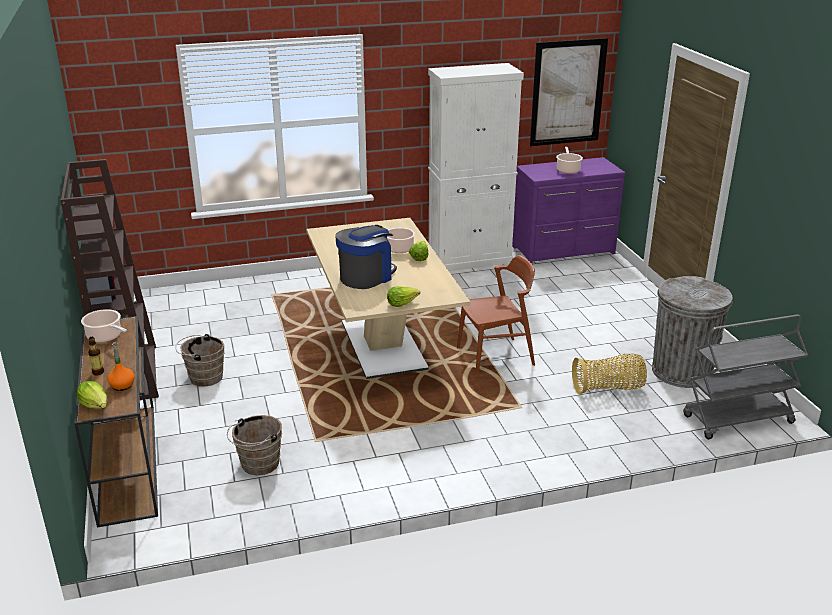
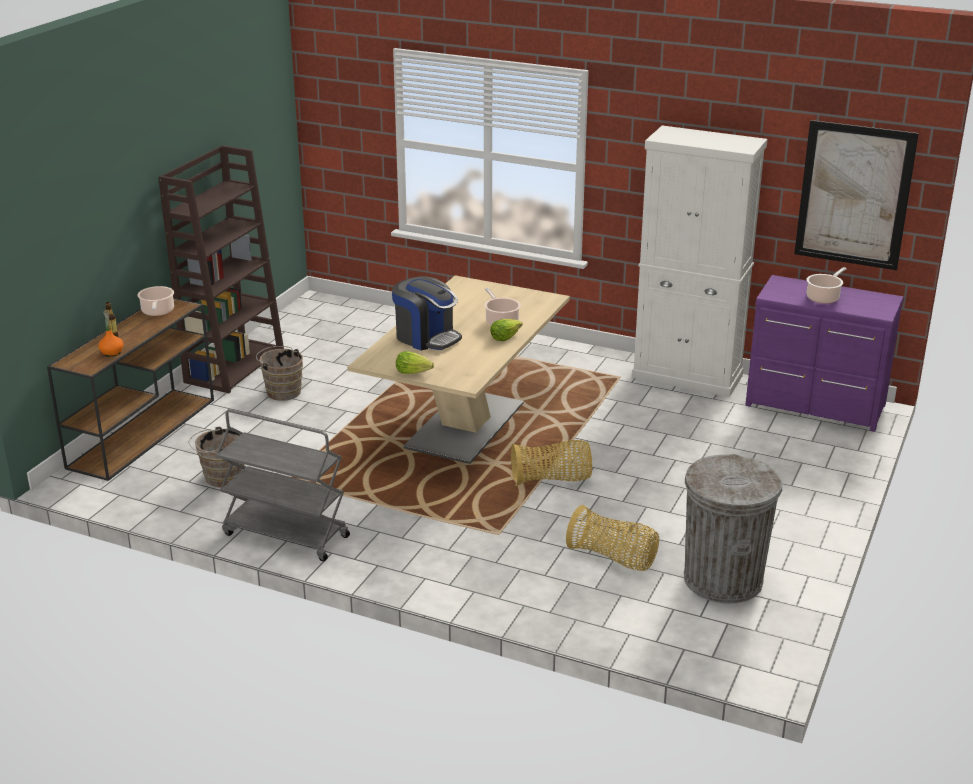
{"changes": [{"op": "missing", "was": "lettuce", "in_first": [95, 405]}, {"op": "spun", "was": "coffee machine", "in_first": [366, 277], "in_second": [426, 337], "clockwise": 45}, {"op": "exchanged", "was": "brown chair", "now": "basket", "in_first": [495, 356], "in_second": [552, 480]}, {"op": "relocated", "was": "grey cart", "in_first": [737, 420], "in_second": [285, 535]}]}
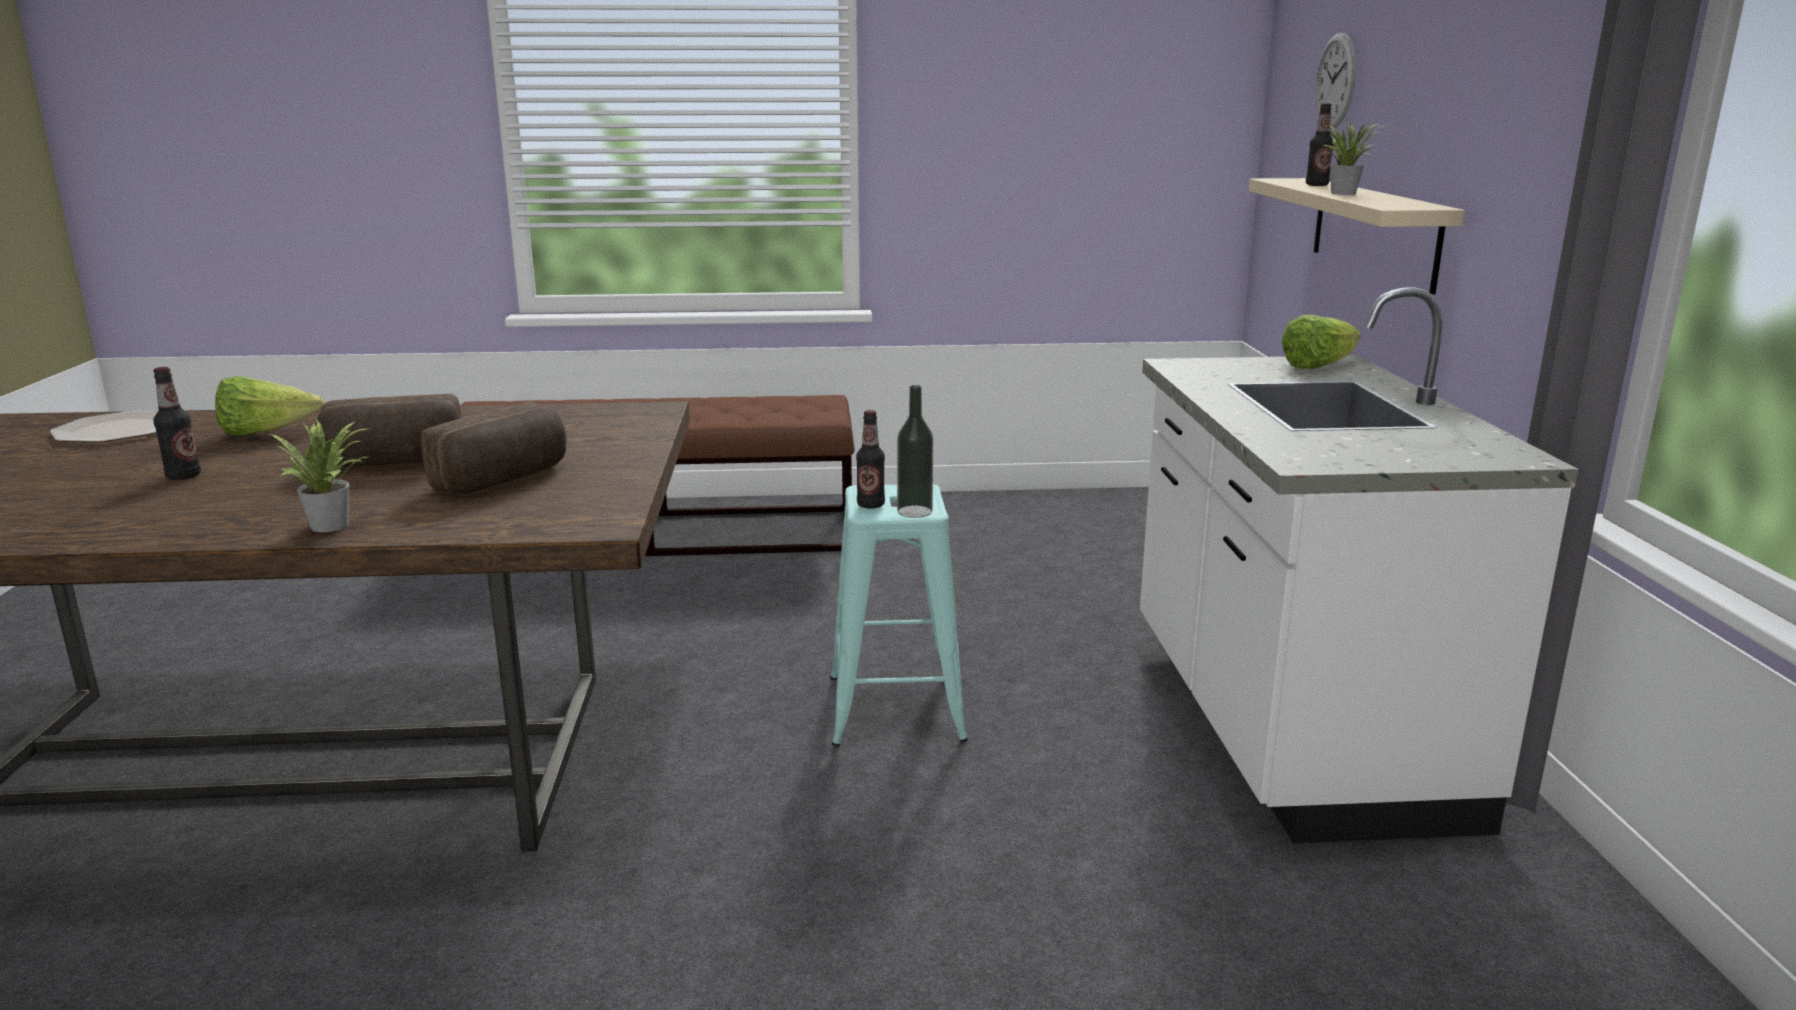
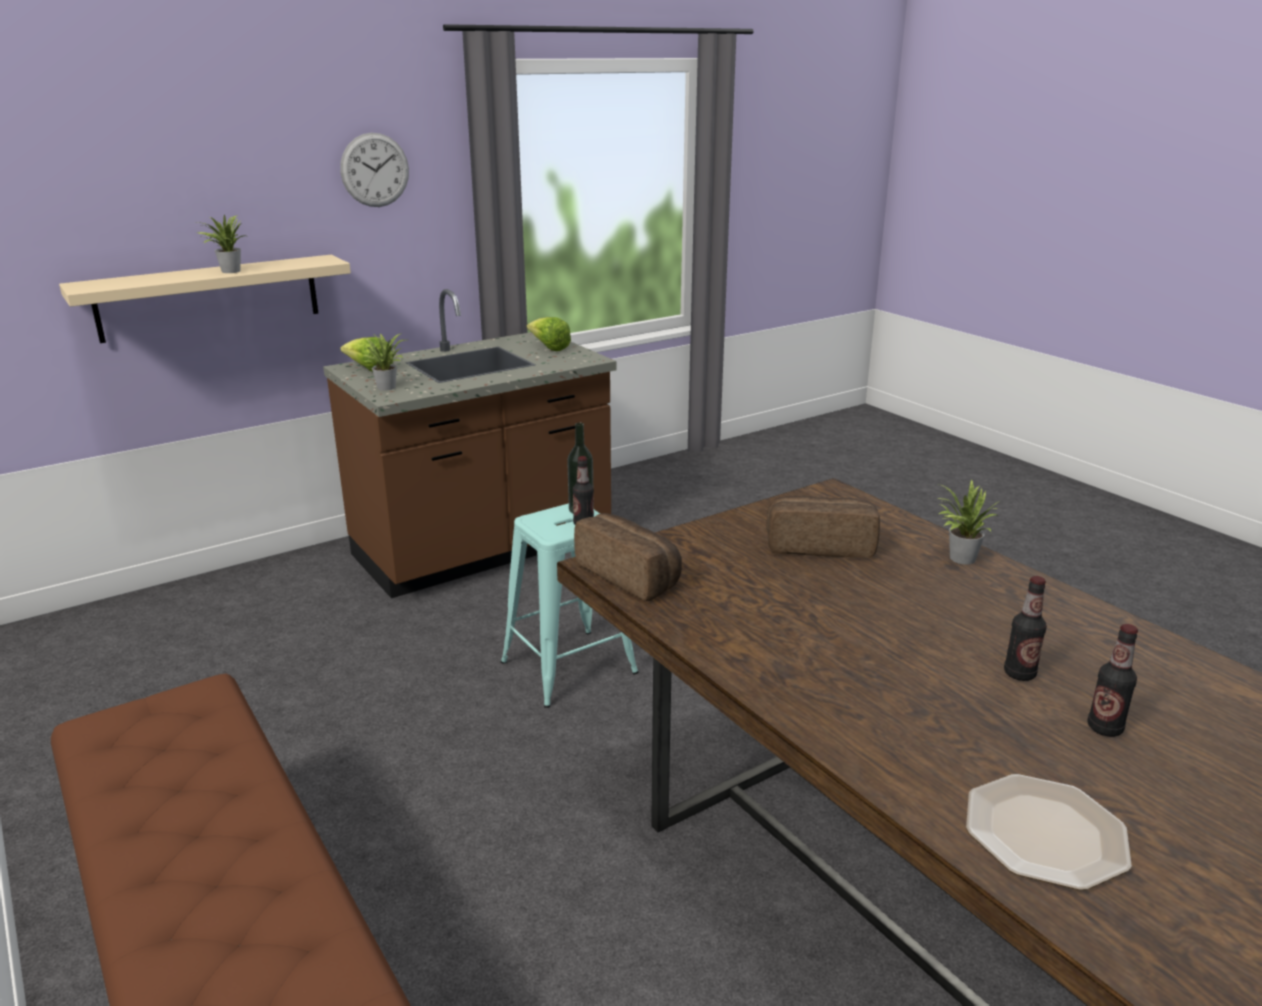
{"changes": [{"op": "relocated", "was": "lettuce", "in_first": [266, 433], "in_second": [549, 348]}, {"op": "relocated", "was": "bread", "in_first": [394, 462], "in_second": [631, 575]}, {"op": "colour", "was": "white counter", "now": "brown counter", "in_first": [1286, 724], "in_second": [484, 549]}, {"op": "relocated", "was": "bottle", "in_first": [1317, 185], "in_second": [1104, 728]}, {"op": "relocated", "was": "wall clock", "in_first": [1336, 81], "in_second": [375, 170]}, {"op": "appeared", "now": "potted plant", "in_second": [387, 386]}]}
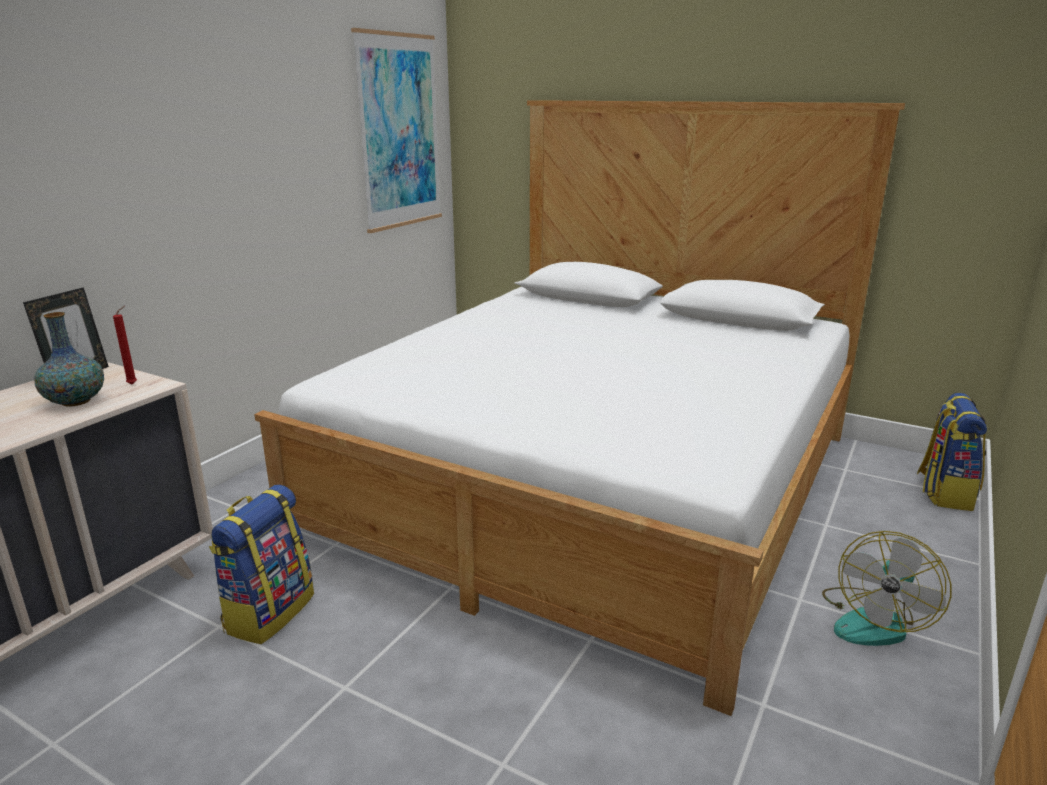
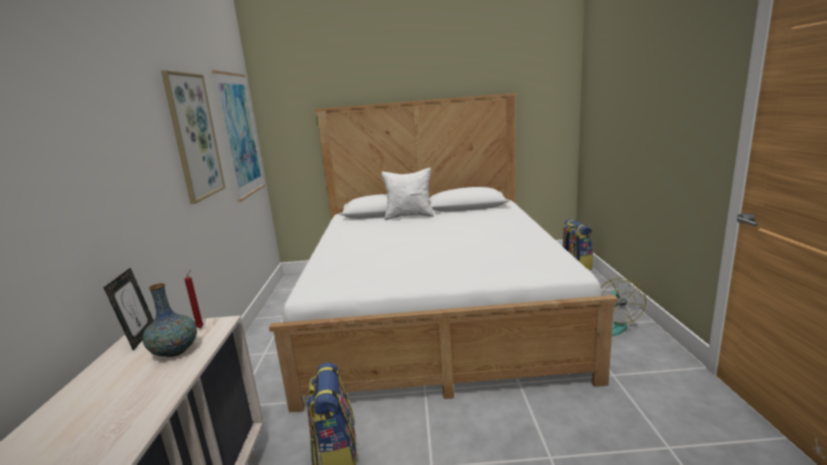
{"changes": [{"op": "appeared", "now": "picture", "in_second": [194, 136]}, {"op": "appeared", "now": "white pillow", "in_second": [409, 216]}]}
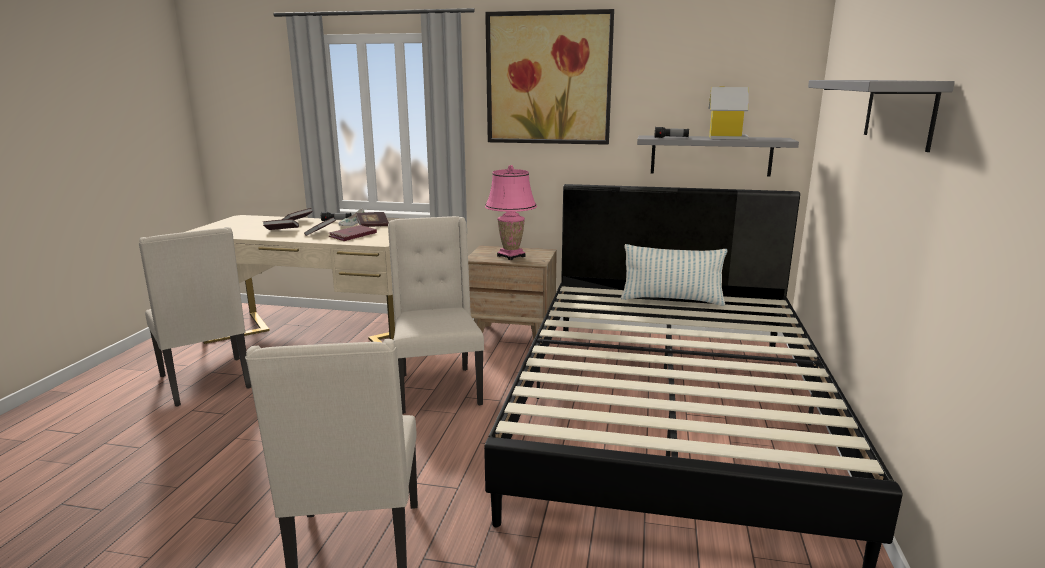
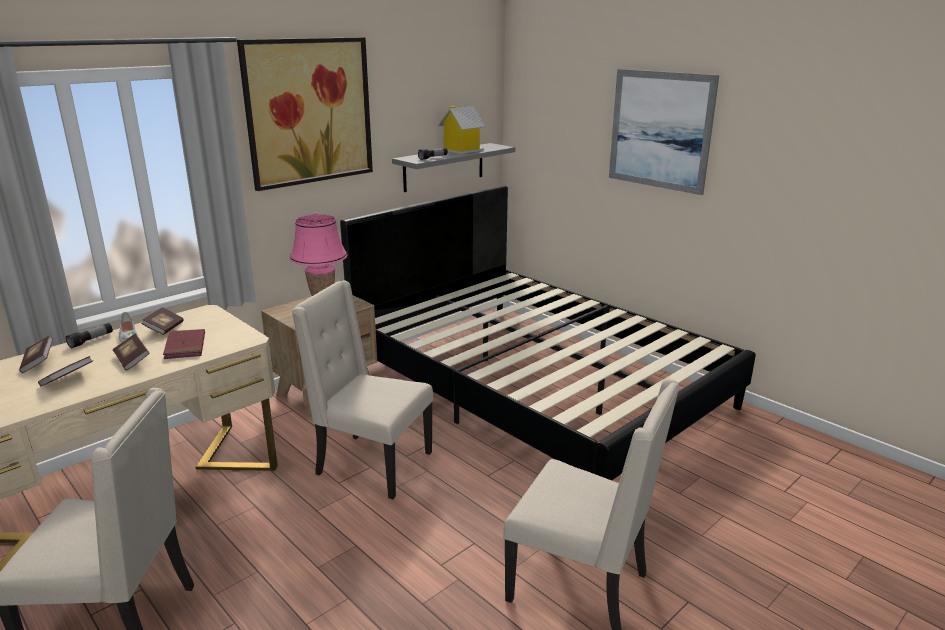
{"changes": [{"op": "missing", "was": "pillow", "in_first": [671, 300]}, {"op": "exchanged", "was": "grey shelf", "now": "picture", "in_first": [898, 111], "in_second": [660, 130]}]}
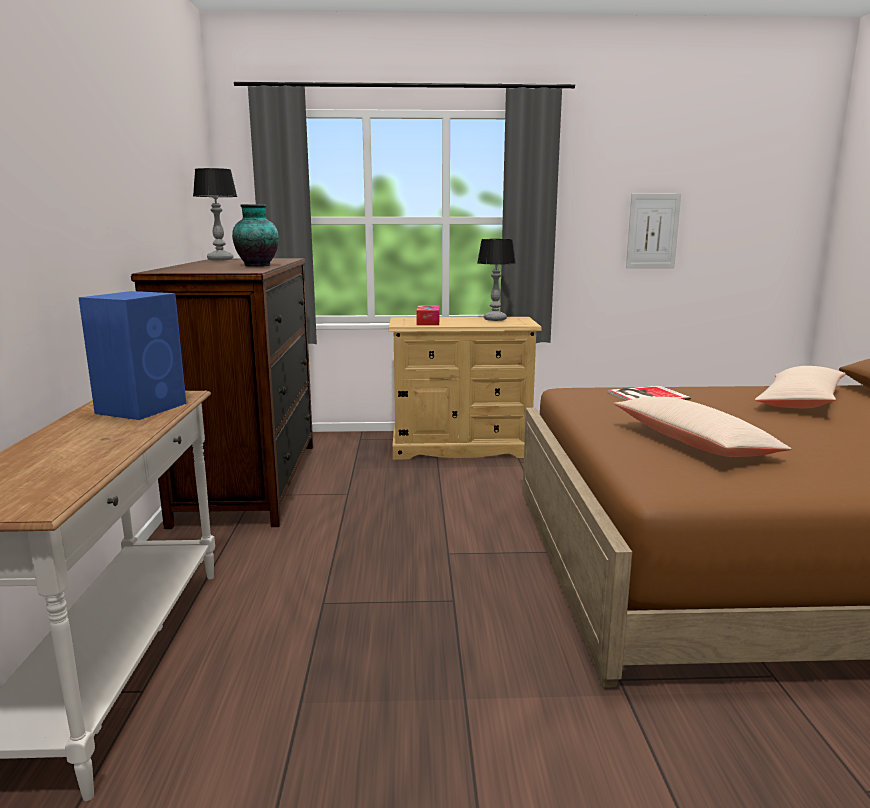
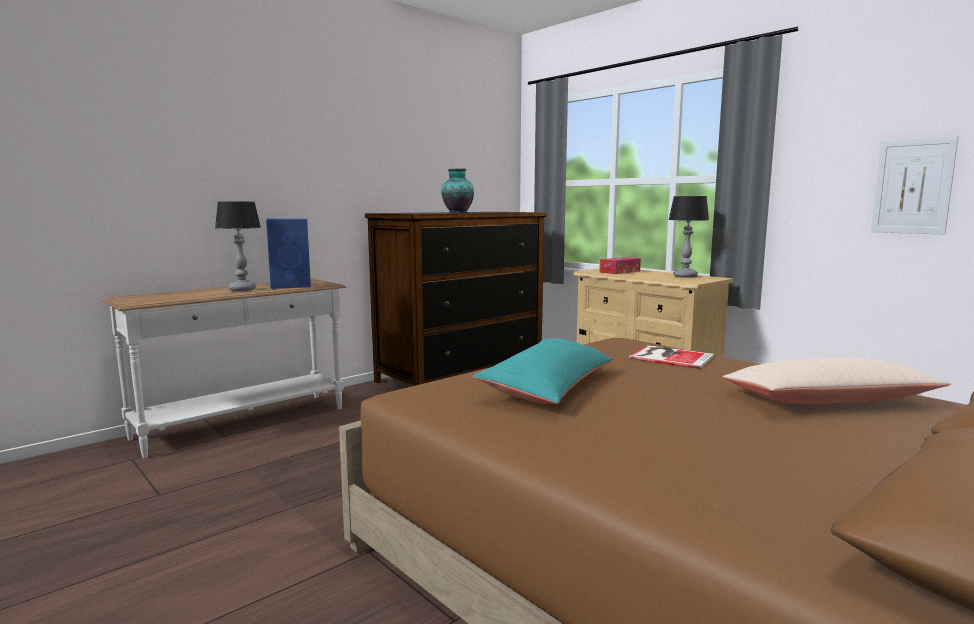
{"changes": [{"op": "relocated", "was": "table lamp", "in_first": [220, 259], "in_second": [242, 289]}, {"op": "colour", "was": "beige pillow", "now": "turquoise pillow", "in_first": [693, 443], "in_second": [548, 386]}]}
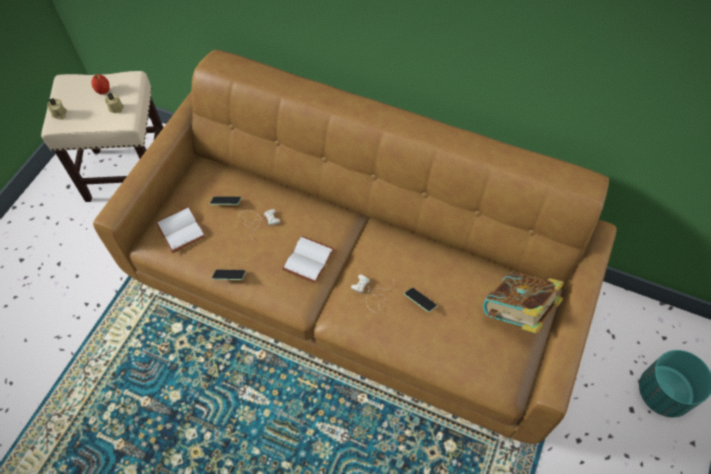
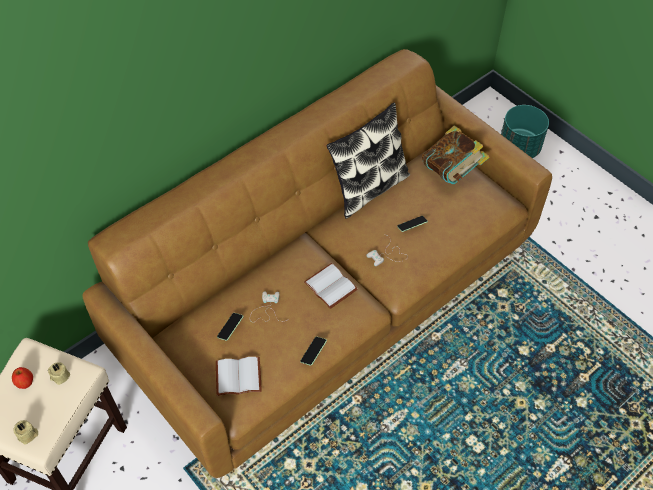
{"changes": [{"op": "appeared", "now": "pillow", "in_second": [368, 188]}]}
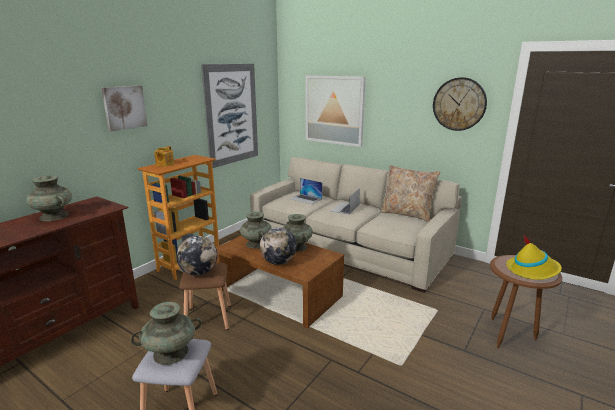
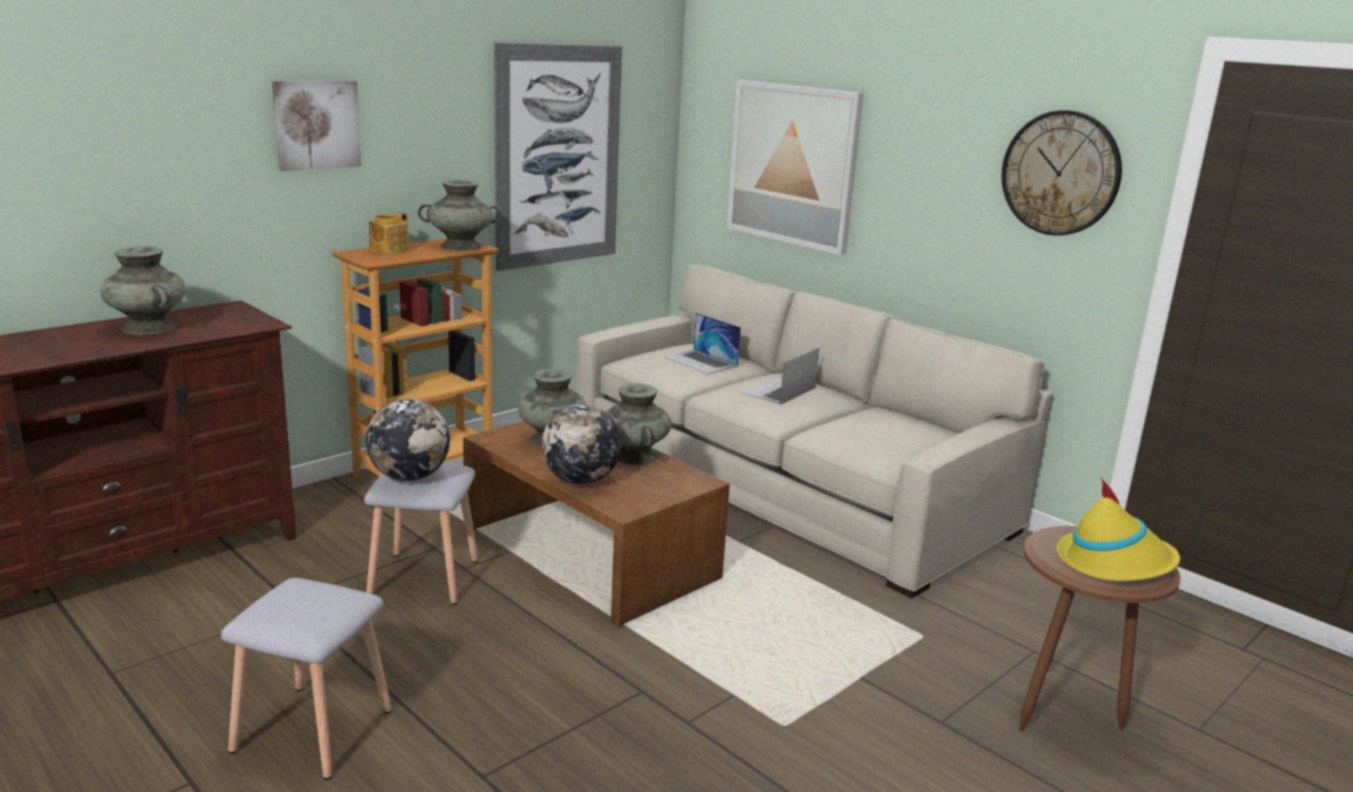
{"changes": [{"op": "relocated", "was": "turquoise vase", "in_first": [170, 353], "in_second": [460, 246]}, {"op": "colour", "was": "brown stool", "now": "grey stool", "in_first": [208, 318], "in_second": [423, 577]}, {"op": "missing", "was": "beige pillow", "in_first": [407, 214]}]}
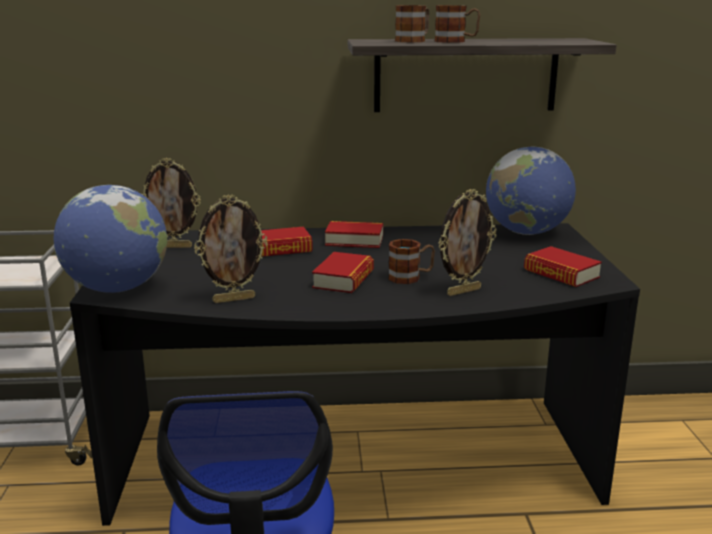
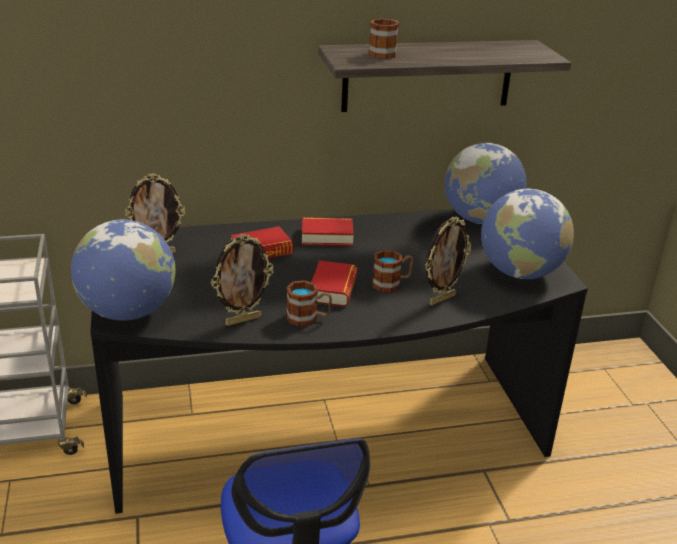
{"changes": [{"op": "relocated", "was": "mug", "in_first": [456, 41], "in_second": [308, 318]}, {"op": "exchanged", "was": "book", "now": "globe", "in_first": [561, 274], "in_second": [520, 273]}]}
